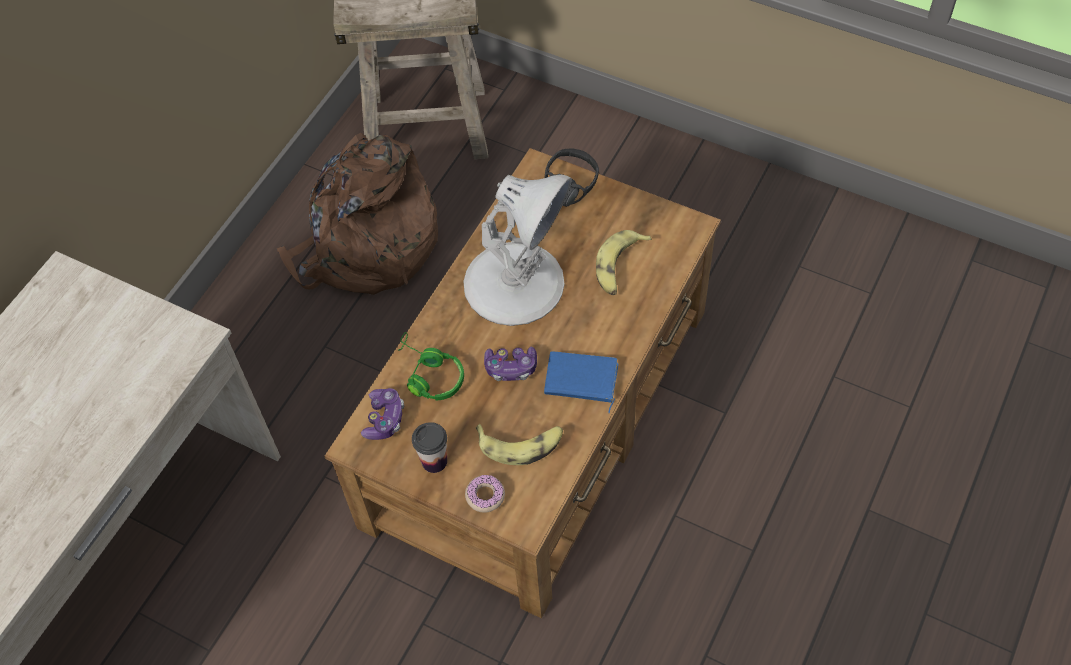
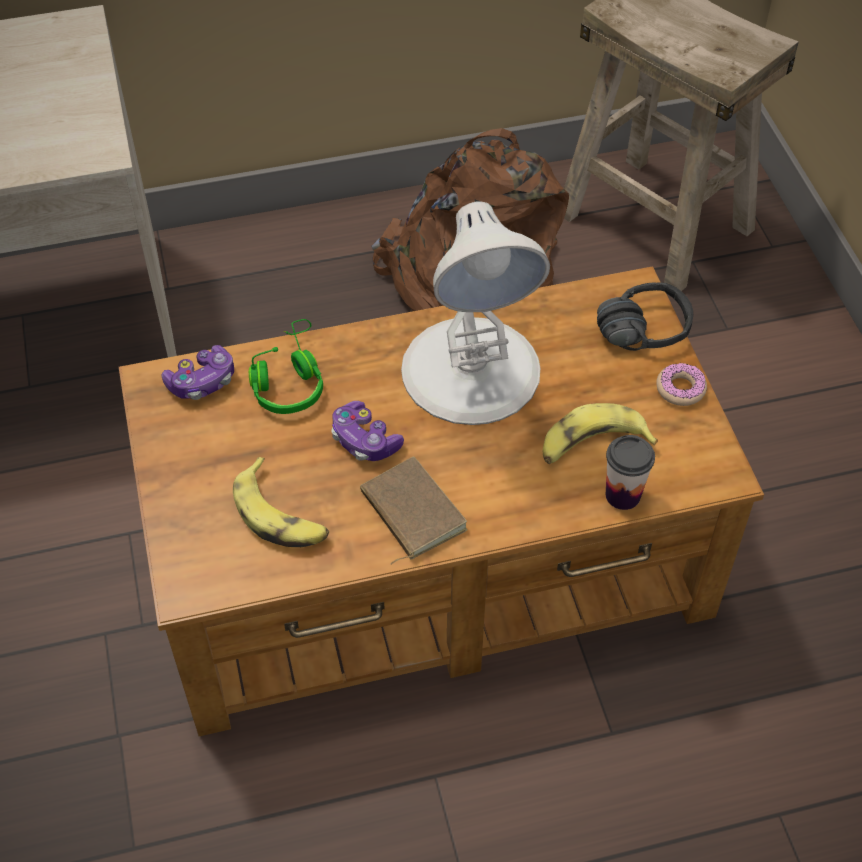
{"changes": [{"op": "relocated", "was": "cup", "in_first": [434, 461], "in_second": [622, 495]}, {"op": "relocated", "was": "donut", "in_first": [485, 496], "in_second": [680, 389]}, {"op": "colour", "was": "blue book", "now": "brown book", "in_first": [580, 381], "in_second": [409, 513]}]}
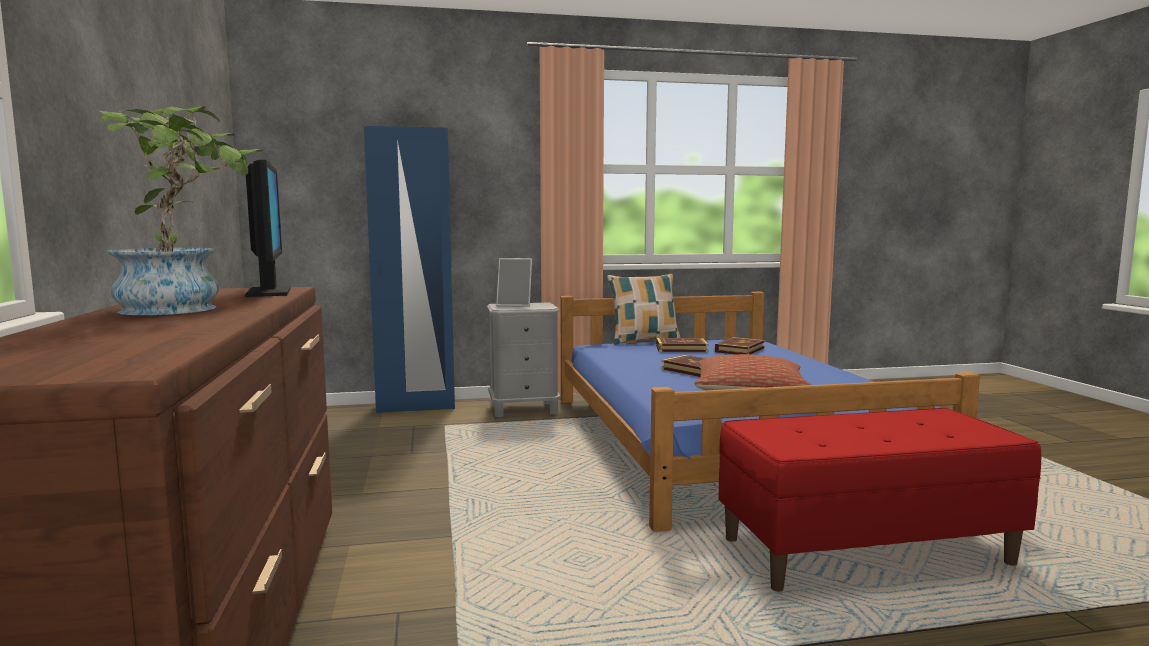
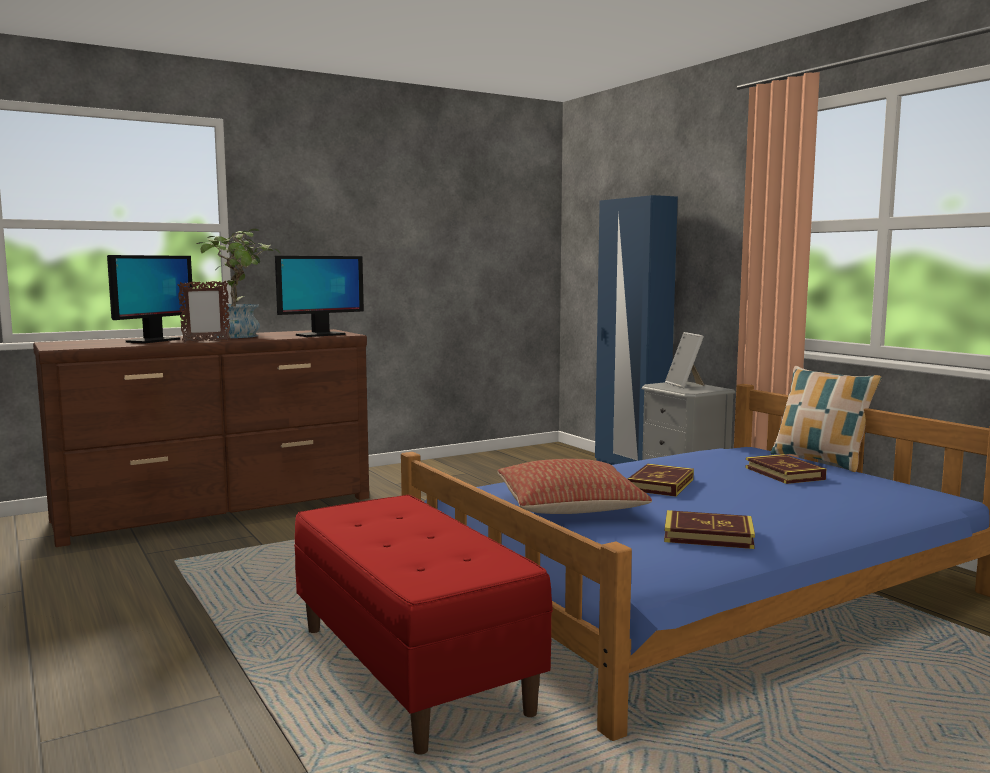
{"changes": [{"op": "relocated", "was": "book", "in_first": [740, 350], "in_second": [708, 535]}, {"op": "appeared", "now": "monitor", "in_second": [153, 341]}, {"op": "appeared", "now": "picture frame", "in_second": [205, 341]}]}
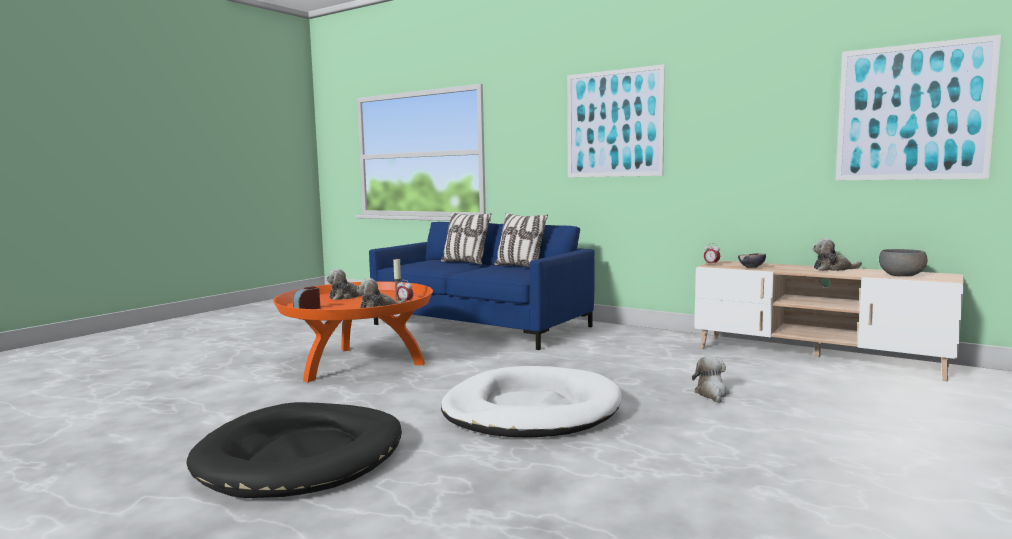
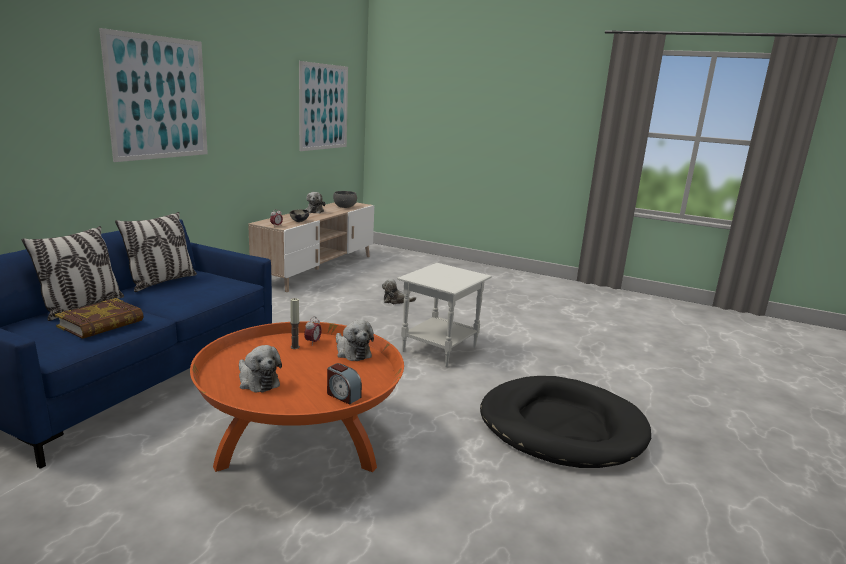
{"changes": [{"op": "exchanged", "was": "white dog bed", "now": "white side table", "in_first": [531, 410], "in_second": [439, 349]}, {"op": "appeared", "now": "book", "in_second": [101, 324]}]}
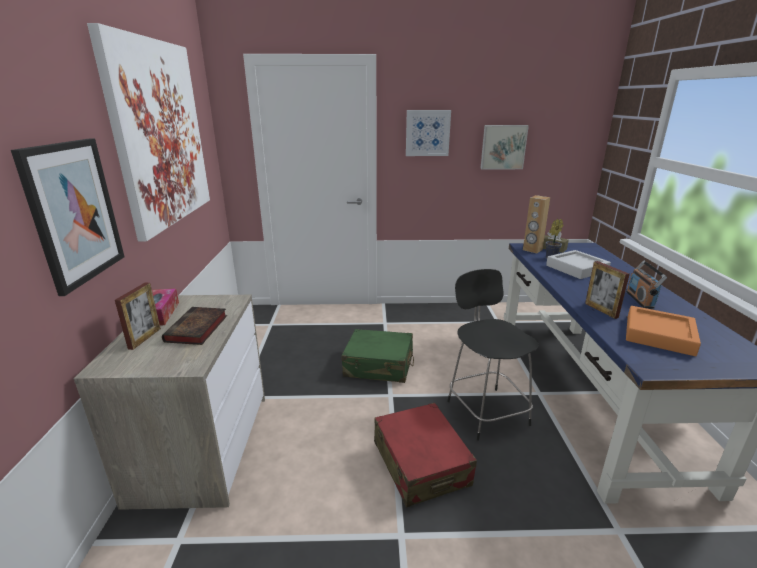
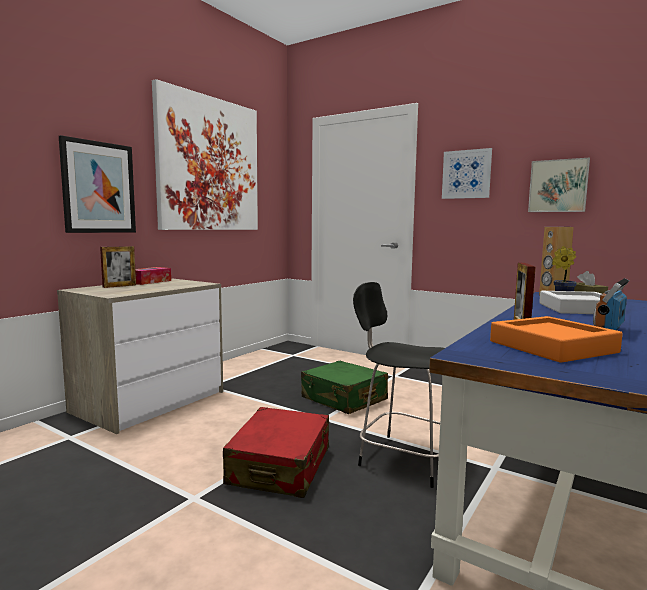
{"changes": [{"op": "missing", "was": "book", "in_first": [197, 329]}, {"op": "spun", "was": "black chair", "in_first": [485, 410], "in_second": [404, 458], "clockwise": -75}]}
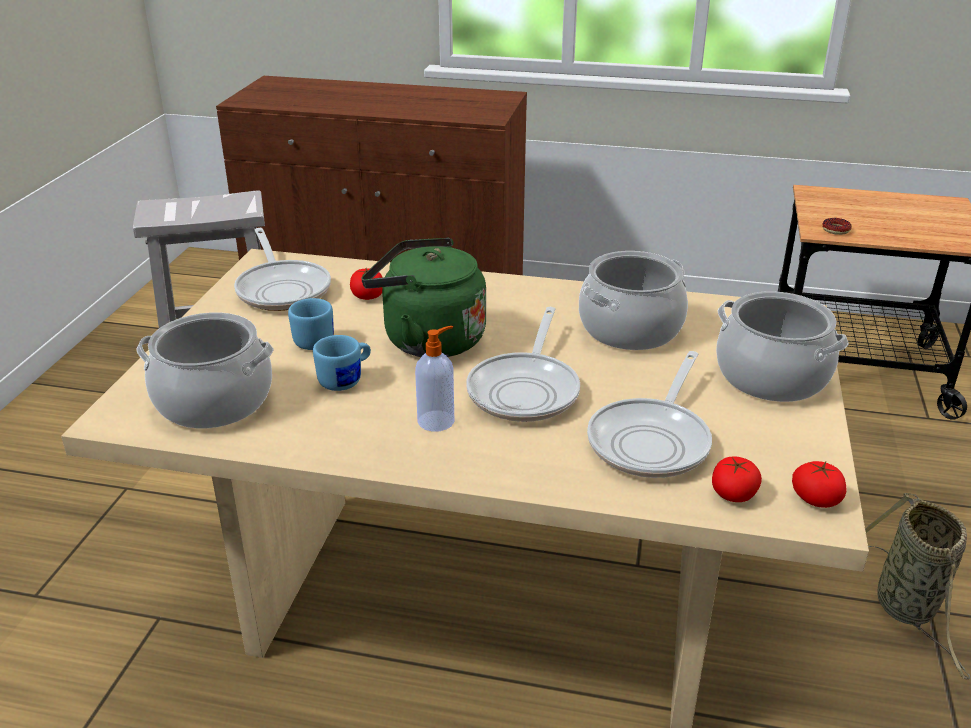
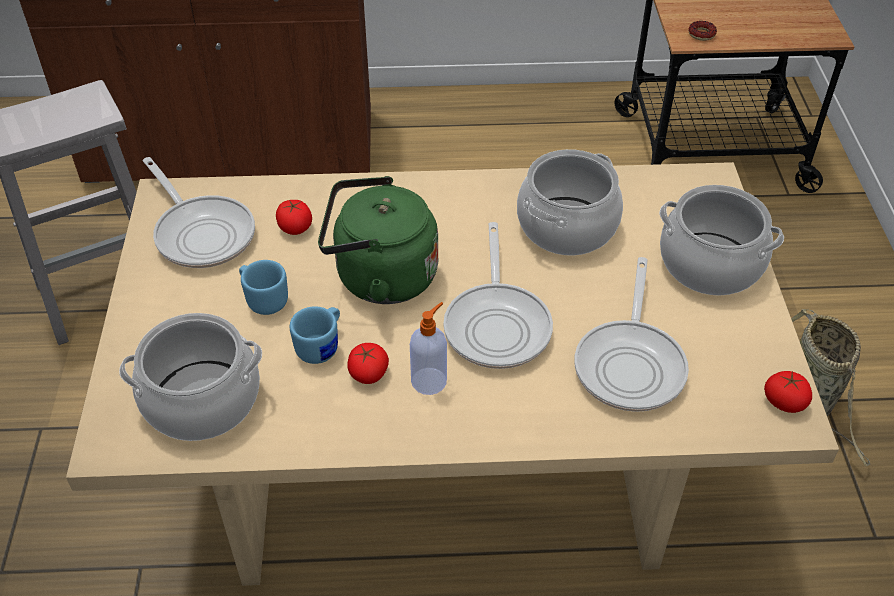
{"changes": [{"op": "relocated", "was": "tomato", "in_first": [733, 493], "in_second": [368, 373]}]}
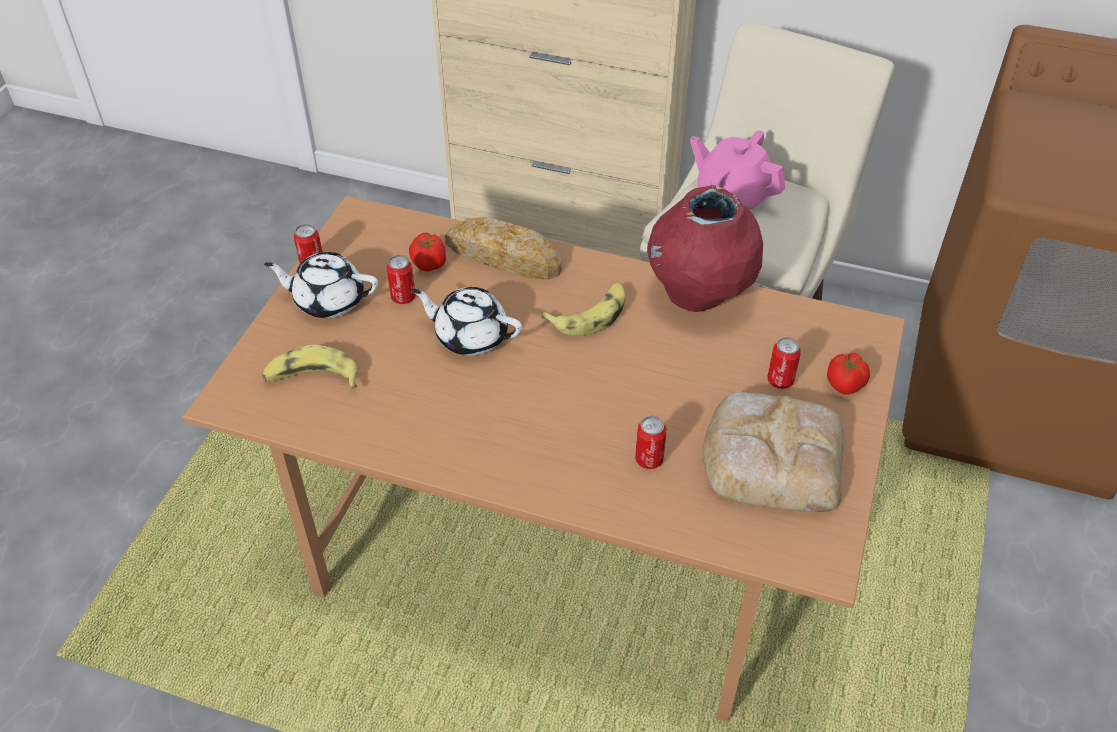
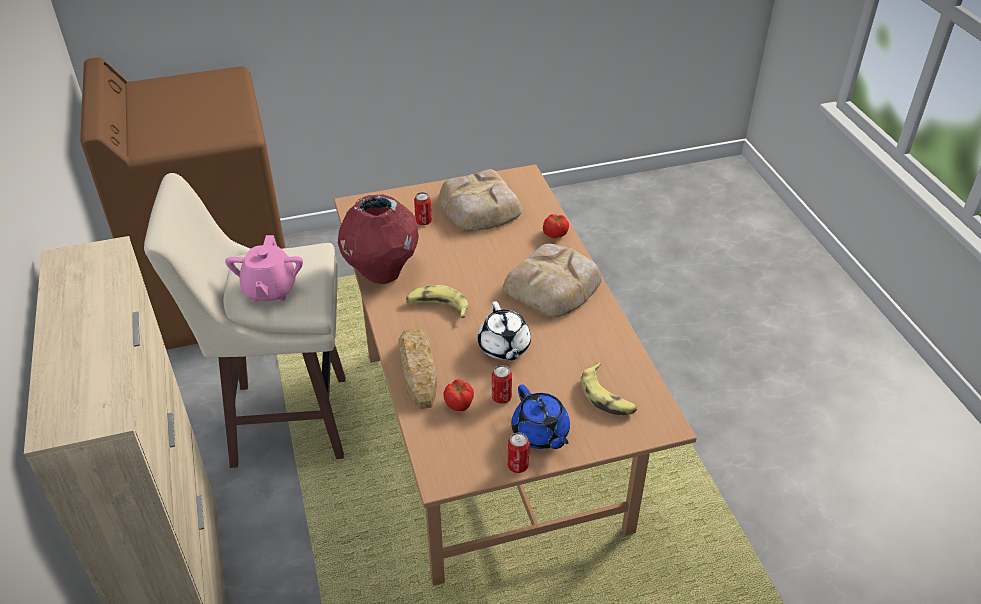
{"changes": [{"op": "colour", "was": "white teapot", "now": "blue teapot", "in_first": [328, 300], "in_second": [540, 433]}, {"op": "missing", "was": "can", "in_first": [649, 459]}, {"op": "relocated", "was": "tomato", "in_first": [845, 384], "in_second": [555, 234]}, {"op": "appeared", "now": "bread", "in_second": [554, 285]}]}
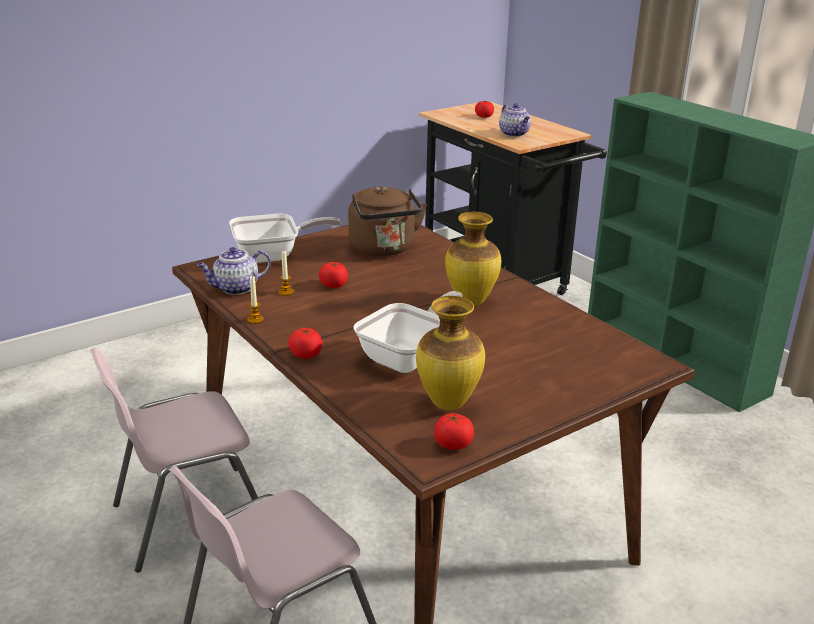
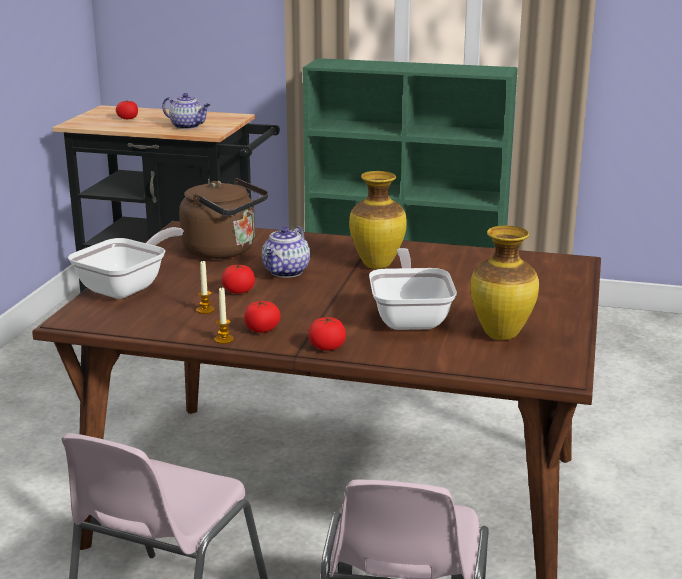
{"changes": [{"op": "relocated", "was": "teapot", "in_first": [235, 288], "in_second": [286, 272]}, {"op": "relocated", "was": "tomato", "in_first": [453, 445], "in_second": [262, 329]}]}
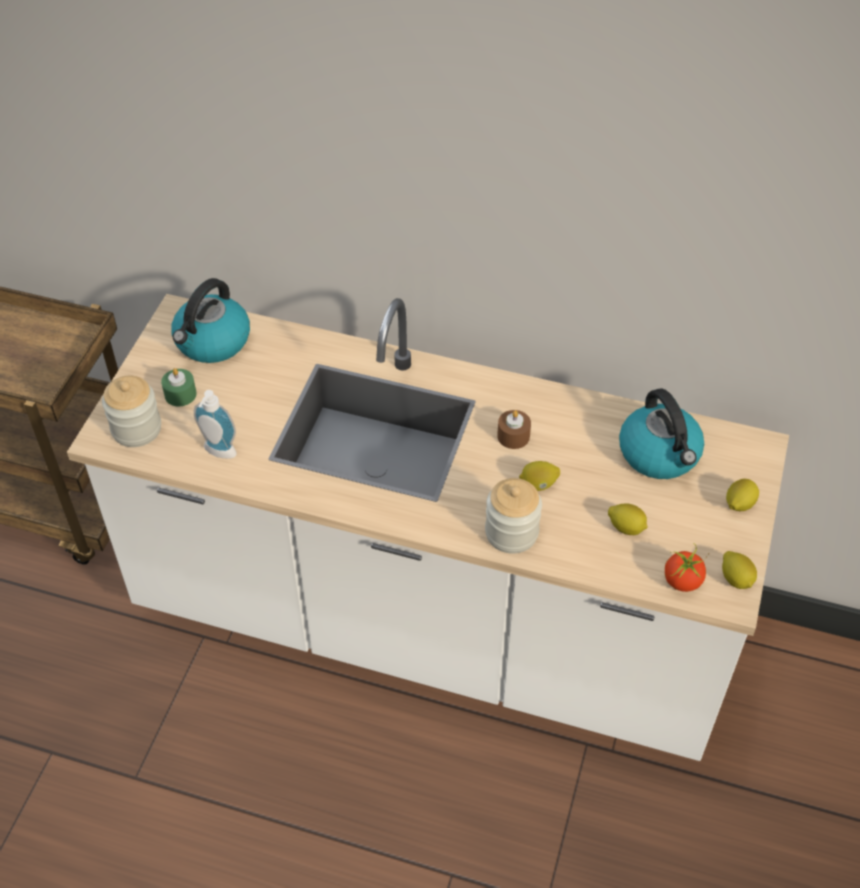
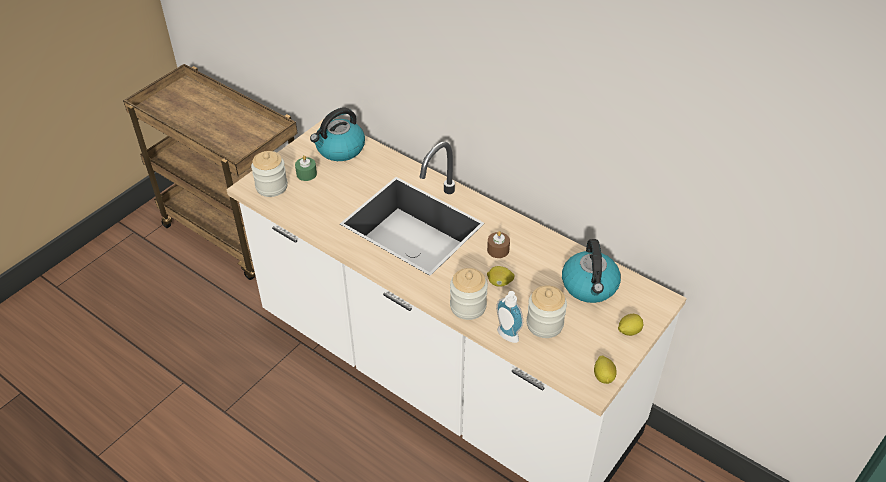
{"changes": [{"op": "relocated", "was": "soap dispenser", "in_first": [218, 453], "in_second": [505, 337]}, {"op": "exchanged", "was": "lemon", "now": "jar", "in_first": [626, 527], "in_second": [544, 324]}, {"op": "missing", "was": "tomato", "in_first": [682, 581]}]}
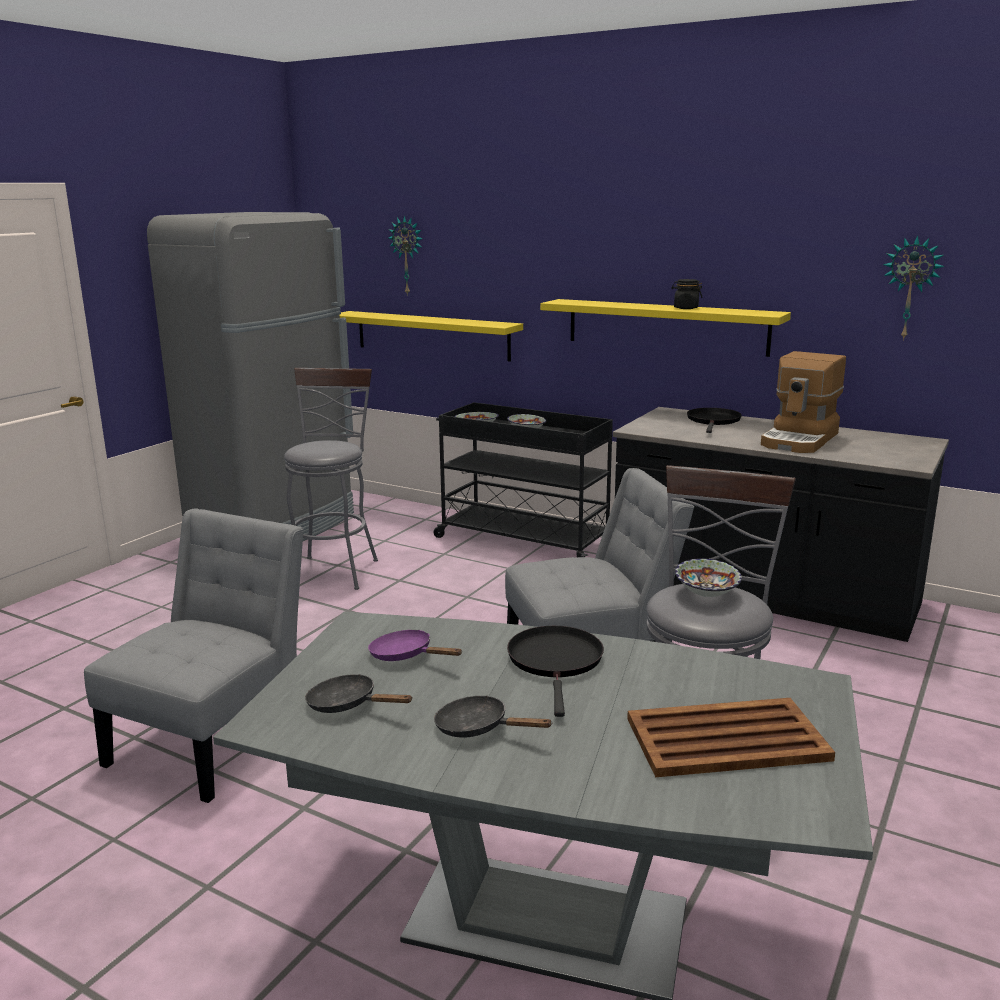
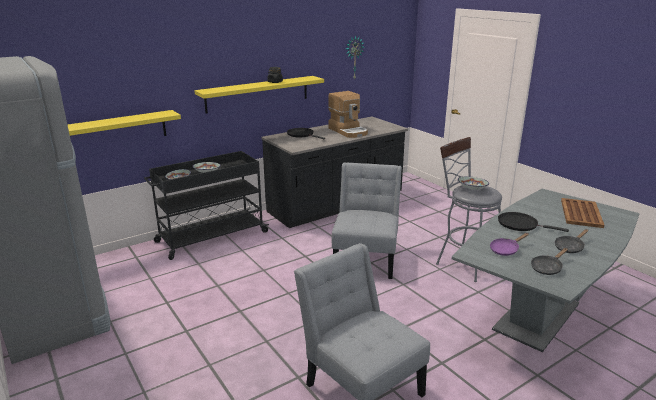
{"changes": [{"op": "missing", "was": "grey stool", "in_first": [334, 569]}, {"op": "missing", "was": "wall clock", "in_first": [407, 256]}]}
